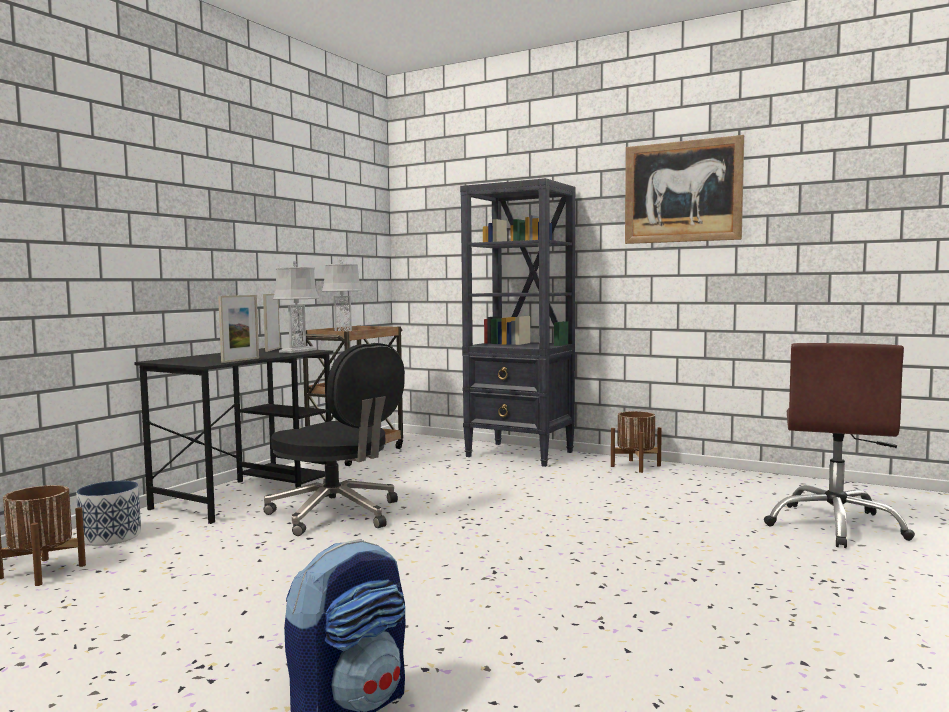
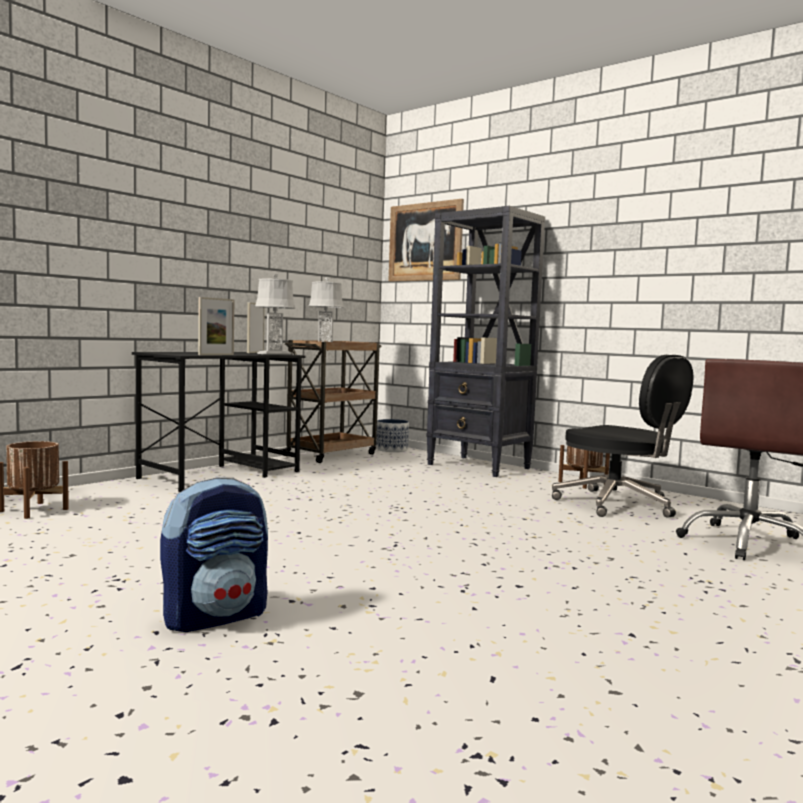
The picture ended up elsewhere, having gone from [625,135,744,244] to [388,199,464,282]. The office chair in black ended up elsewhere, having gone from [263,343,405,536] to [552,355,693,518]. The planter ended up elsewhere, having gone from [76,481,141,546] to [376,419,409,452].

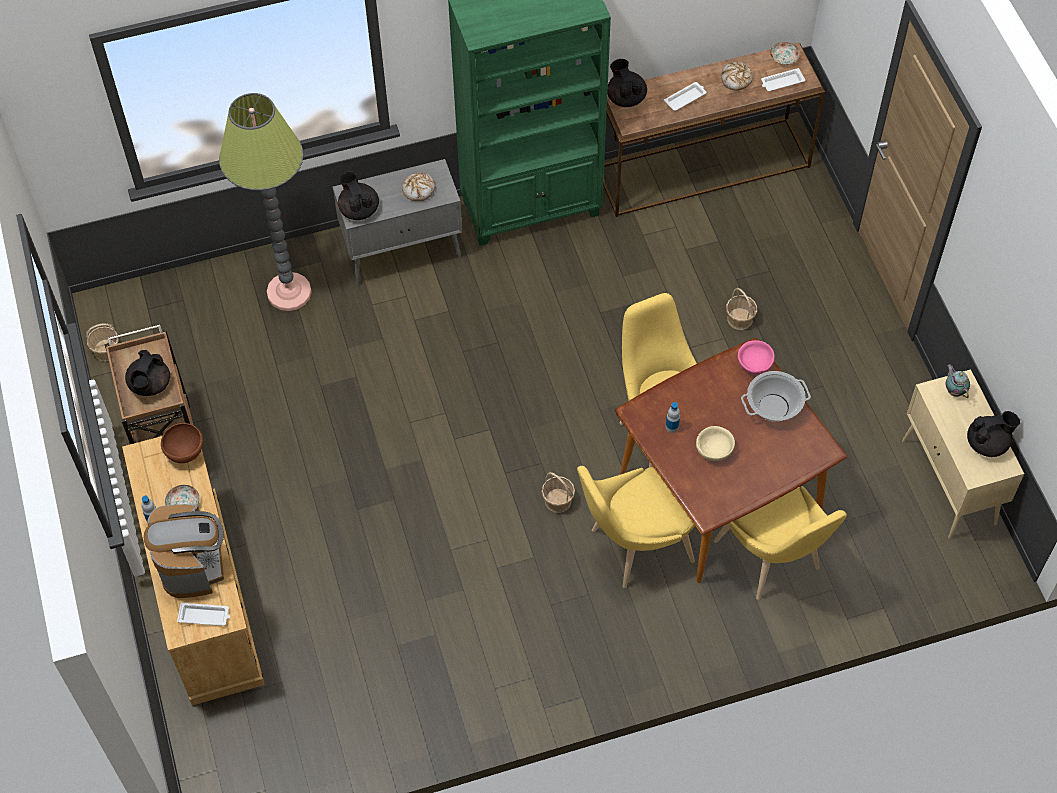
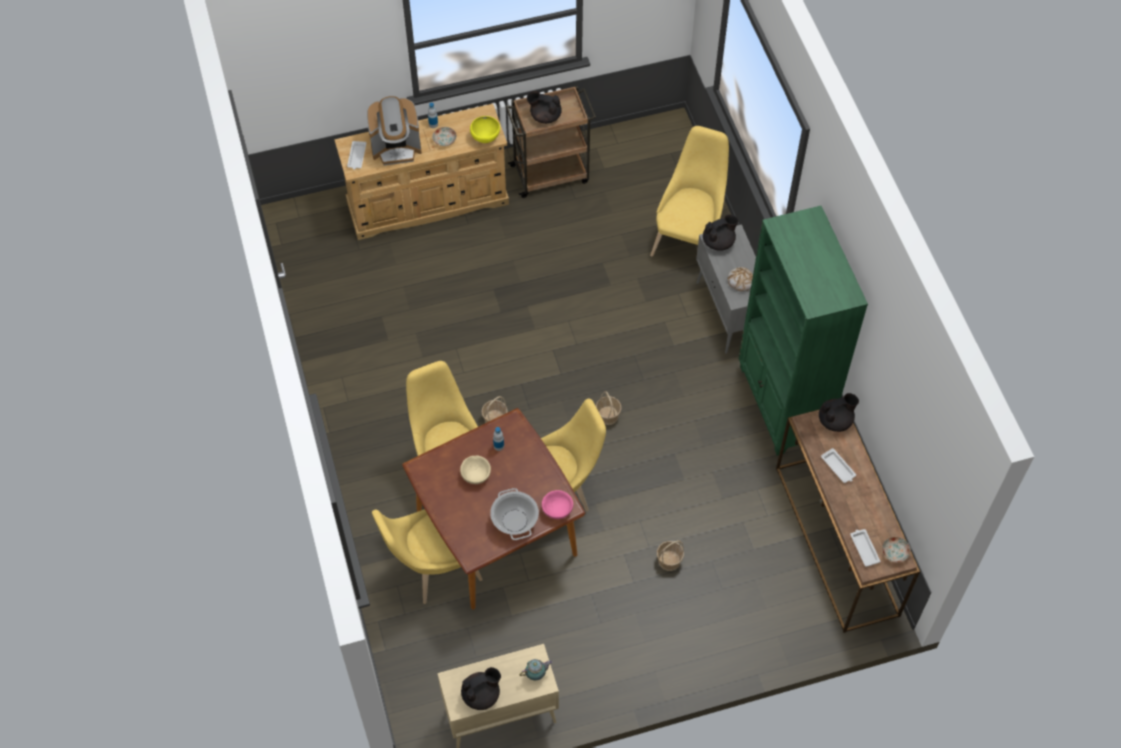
The second view lost the bread at [721,62,753,91]. Where the floor lamp stood at [219,93,312,311], the chair in yellow came to stand at [650,126,729,257]. The basket ended up elsewhere, having gone from [86,323,119,362] to [596,391,622,425]. The teapot in black at [967,411,1020,457] ended up facing another way, 105 degrees counterclockwise from before. What was the bowl in brown at [161,423,203,463] turned into the bowl in yellow at [470,116,500,143].

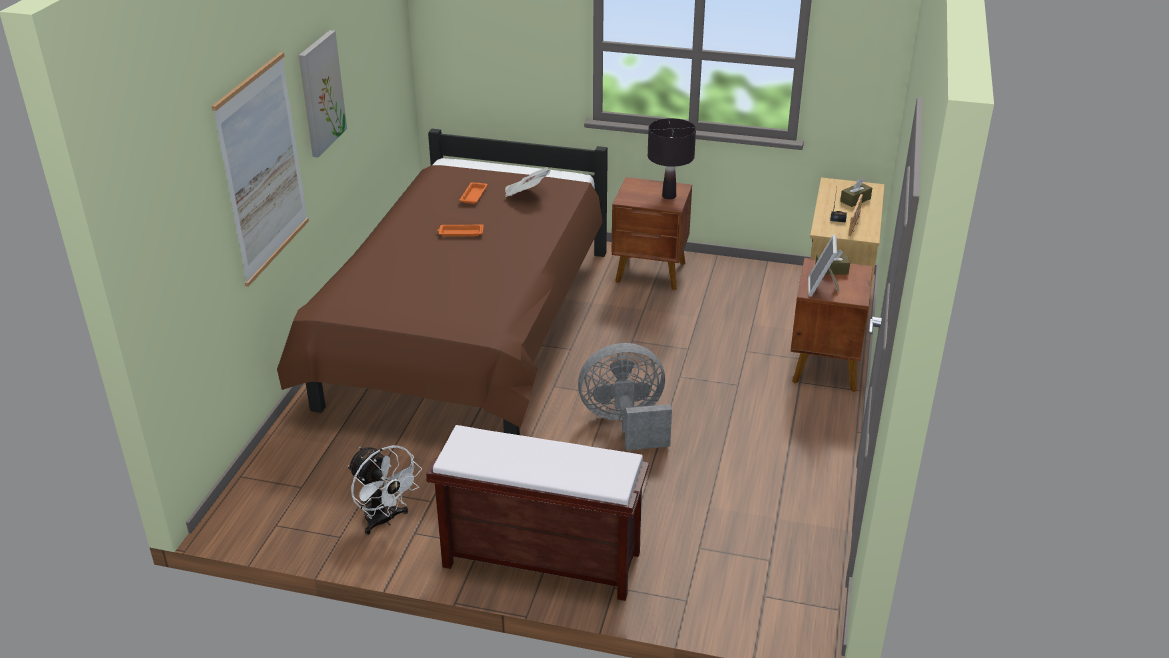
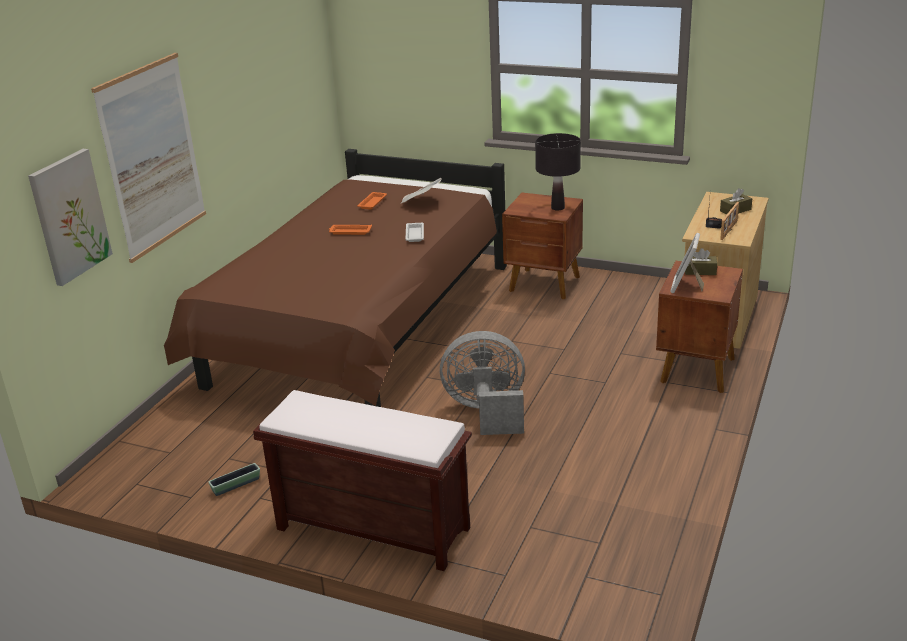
The picture ended up elsewhere, having gone from [299,30,347,158] to [28,149,113,286]. Where the fan in white stood at [348,445,422,535], the planter came to stand at [208,463,260,496]. The second view gained the tray in white at [406,223,424,242].

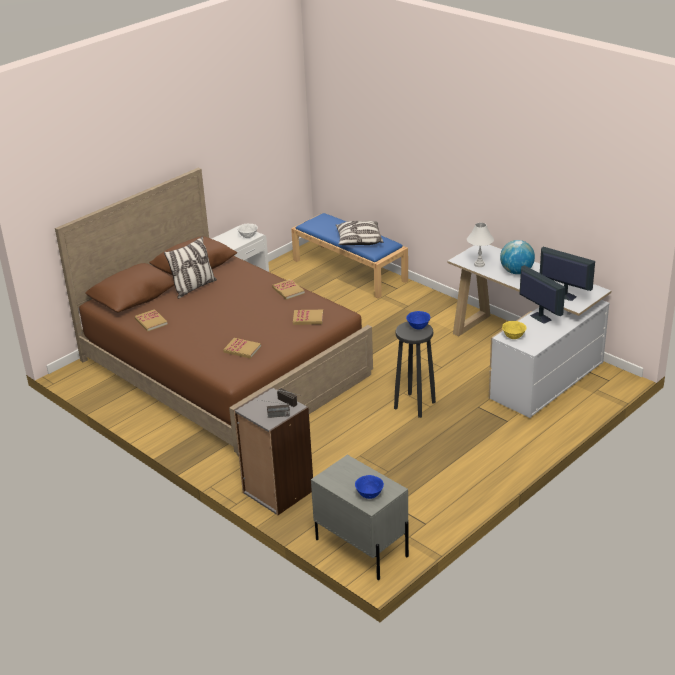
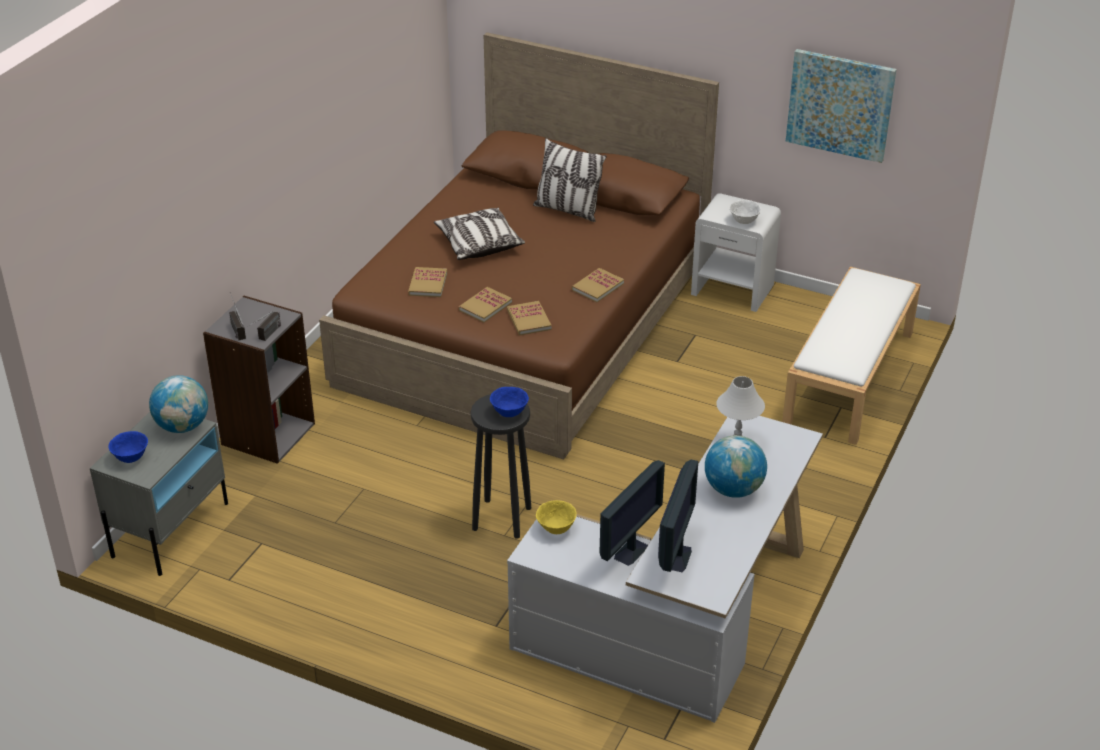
What was the bench in blue at [291,213,408,298] turned into the bench in white at [782,267,921,445]. The pillow ended up elsewhere, having gone from [336,221,383,245] to [434,207,525,260]. The book ended up elsewhere, having gone from [135,309,168,331] to [459,287,512,323]. The second view gained the picture at [786,49,896,163]. The second view gained the globe at [149,375,208,433].

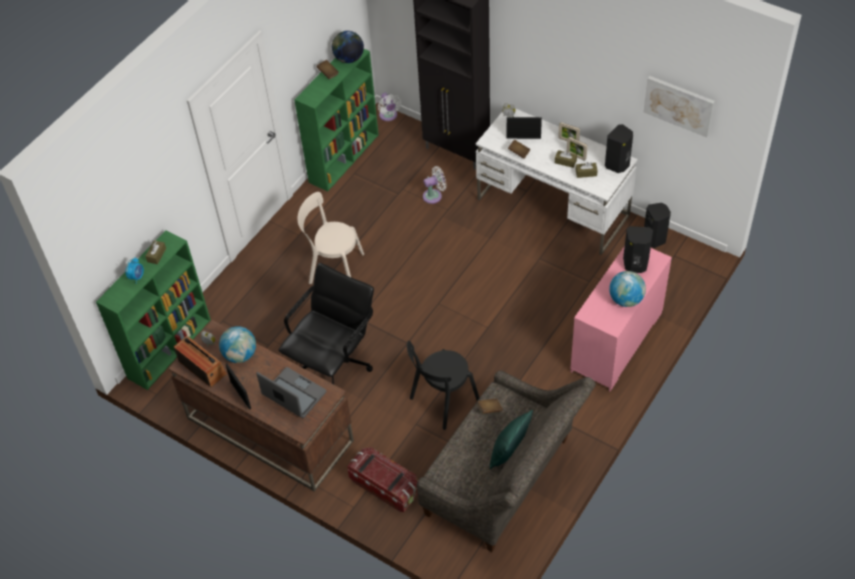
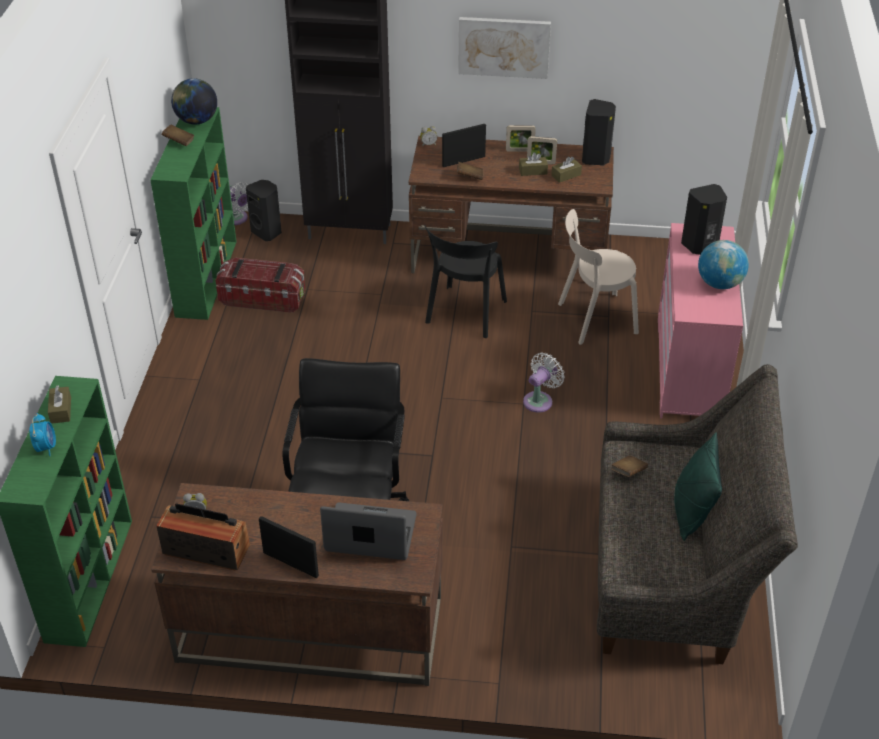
The picture ended up elsewhere, having gone from [643,76,715,138] to [458,17,551,79]. What was the desk in white at [476,108,638,255] turned into the desk in brown at [408,136,614,273]. The fan in white ended up elsewhere, having gone from [423,166,447,204] to [523,353,565,412]. The chair in beige ended up elsewhere, having gone from [298,192,364,284] to [558,209,639,345]. The speaker in black ended up elsewhere, having gone from [644,203,671,248] to [246,180,282,241]. The second view lost the globe at [219,326,256,363]. The chair in black ended up elsewhere, having gone from [407,341,479,430] to [424,225,507,338]. The storage box ended up elsewhere, having gone from [347,447,418,512] to [215,258,305,313].

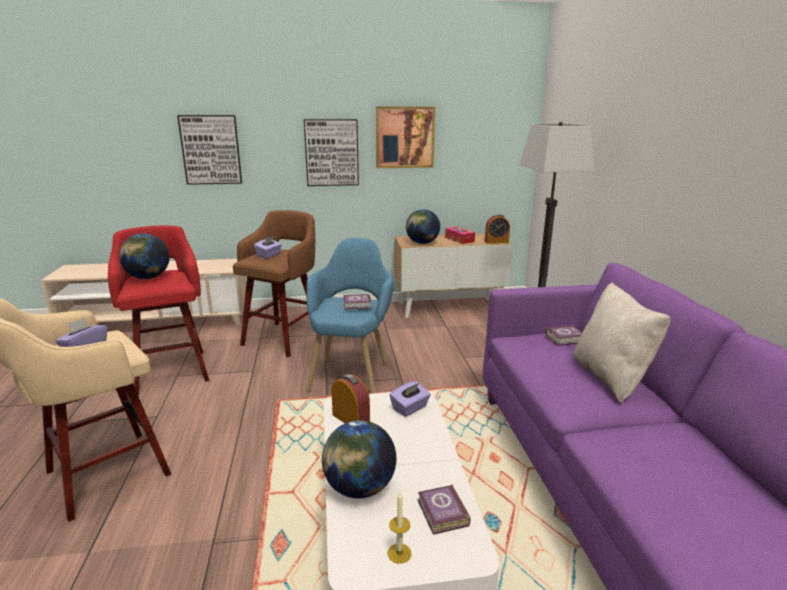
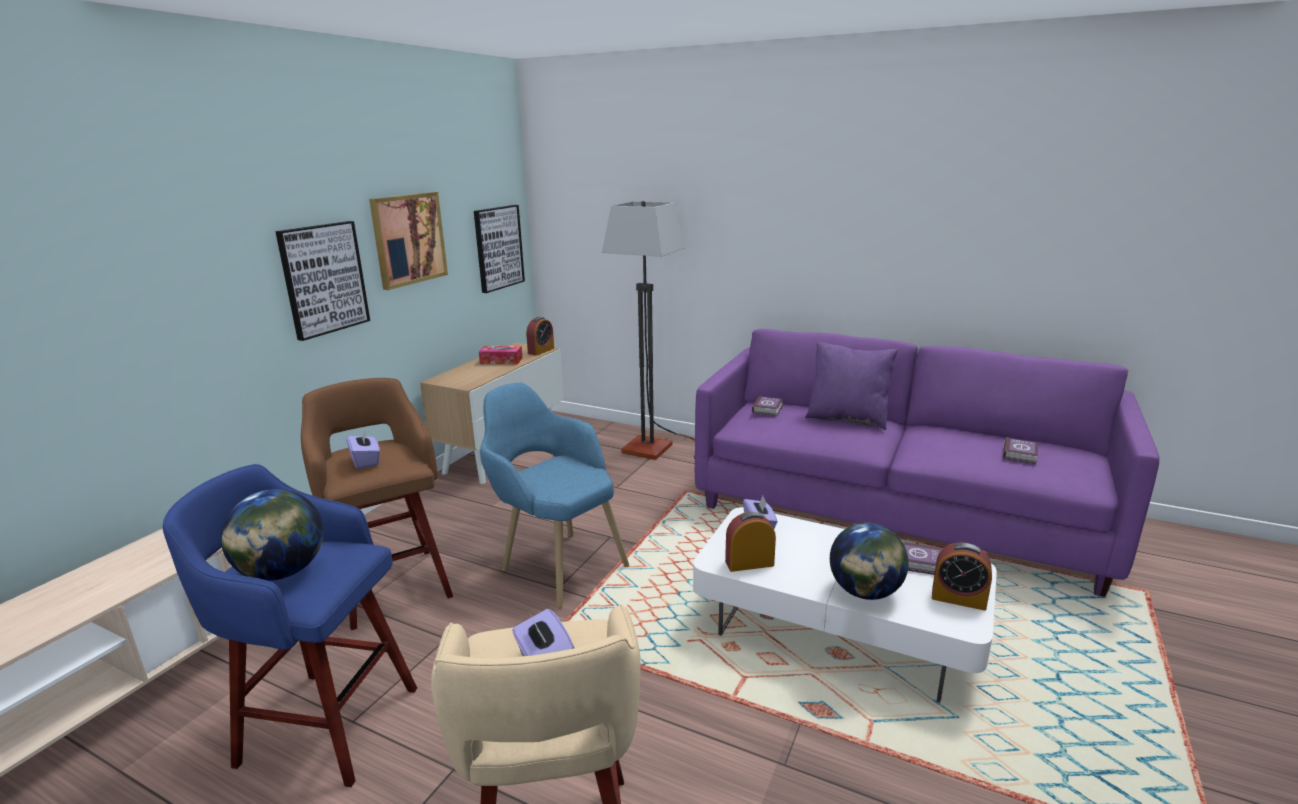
The picture ended up elsewhere, having gone from [177,115,242,185] to [474,205,525,293]. The second view lost the globe at [406,209,440,244]. What was the stool in red at [108,225,209,395] turned into the stool in blue at [163,464,417,787]. What was the pillow in beige at [573,283,671,403] turned into the pillow in purple at [805,341,898,430]. The book ended up elsewhere, having gone from [343,294,372,310] to [1003,437,1038,464]. Where the candle stood at [388,492,411,564], the alarm clock came to stand at [932,542,992,611].

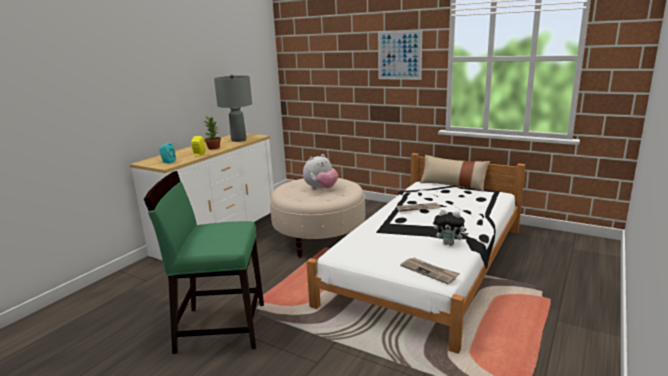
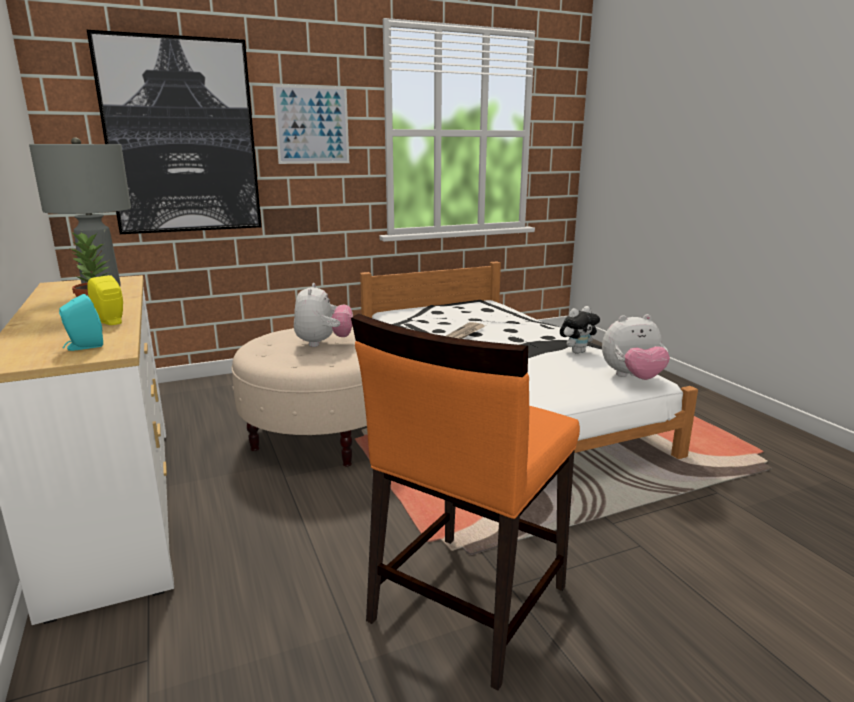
The second view lost the pillow in beige at [420,155,490,192]. What was the chair in green at [144,171,264,354] turned into the chair in orange at [351,314,580,690]. Where the newspaper stood at [400,258,460,284], the plush toy came to stand at [602,314,670,380]. The second view gained the picture at [87,30,261,234].

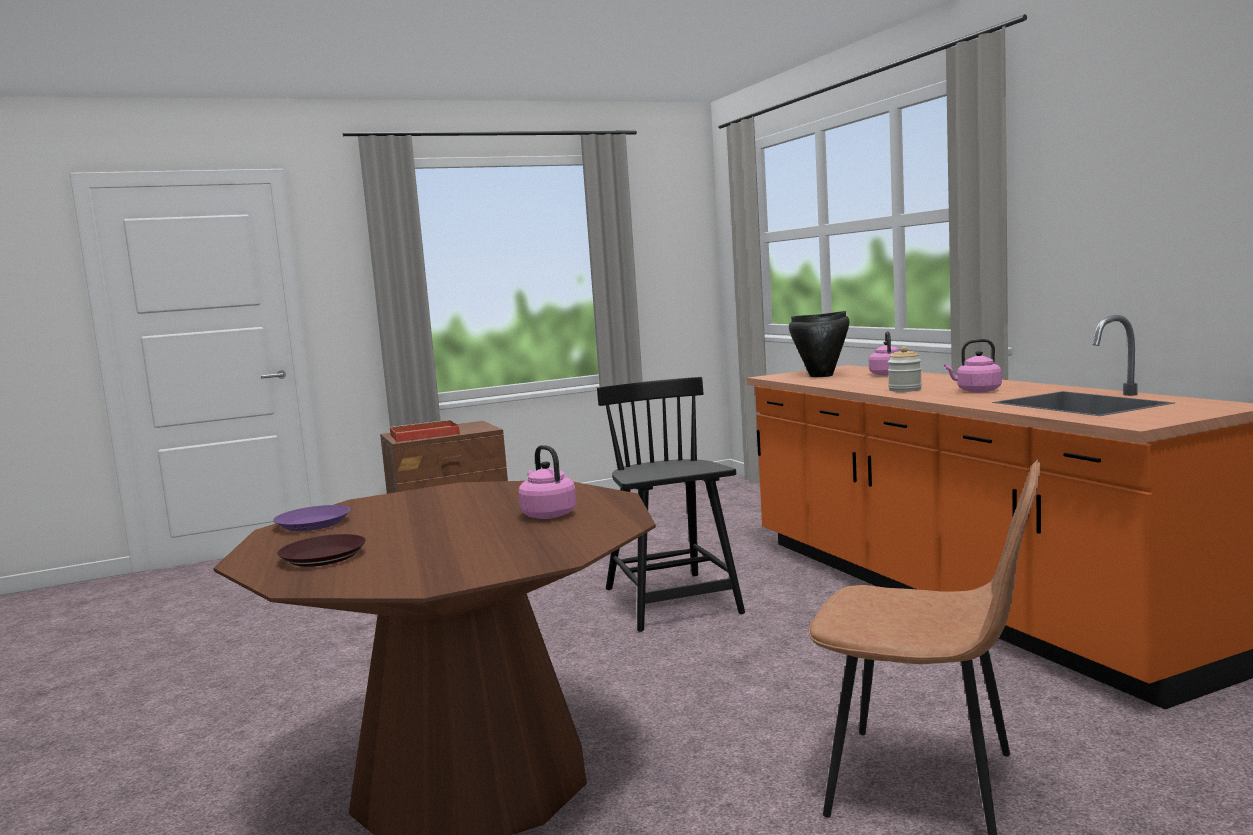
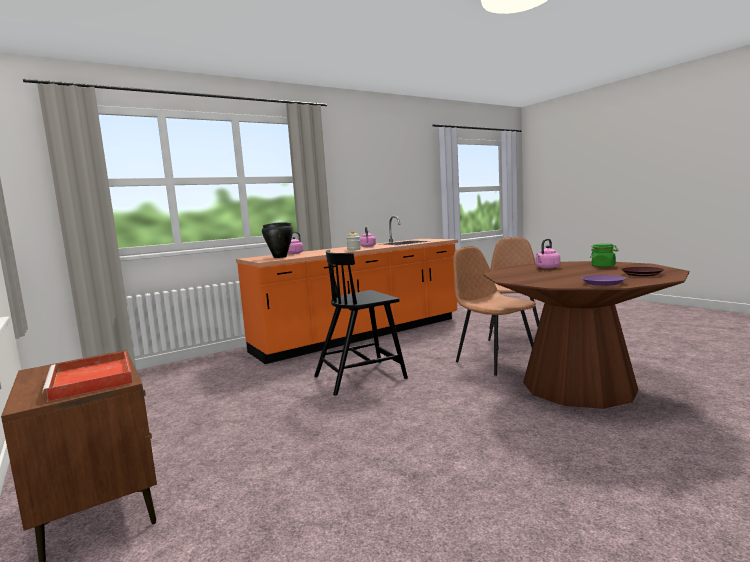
The second view gained the jar in green at [590,243,618,267]. The second view gained the chair in brown at [453,246,536,376].

